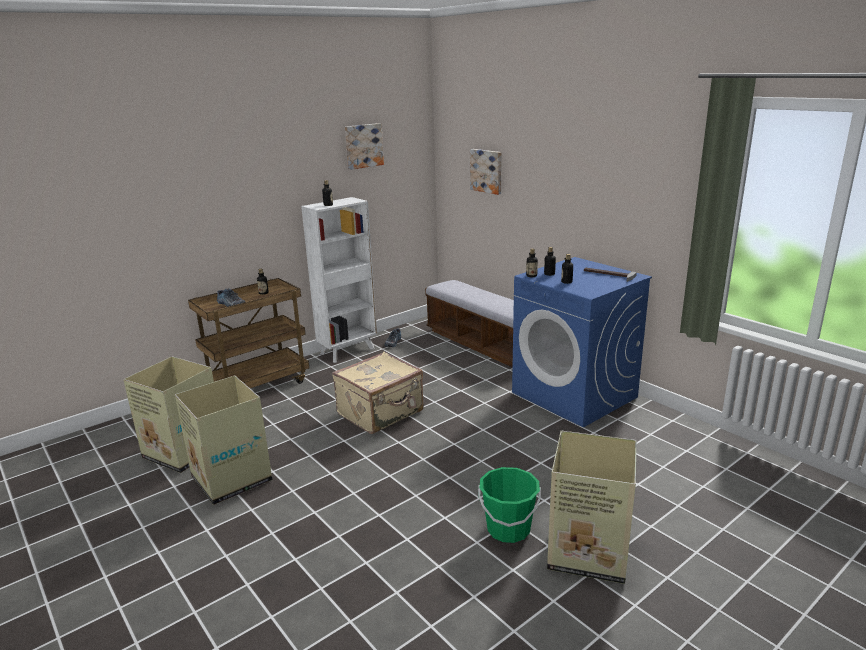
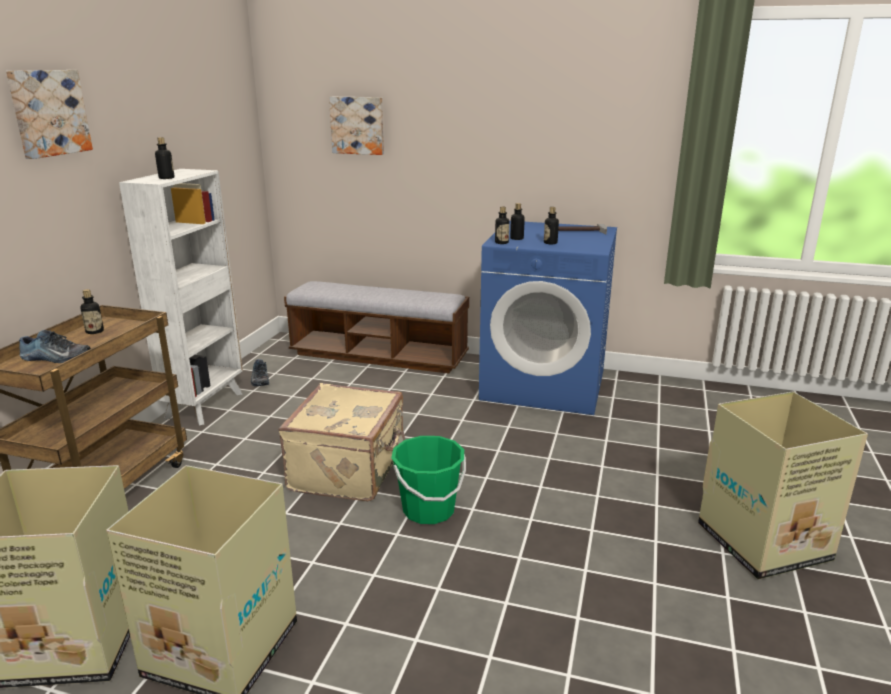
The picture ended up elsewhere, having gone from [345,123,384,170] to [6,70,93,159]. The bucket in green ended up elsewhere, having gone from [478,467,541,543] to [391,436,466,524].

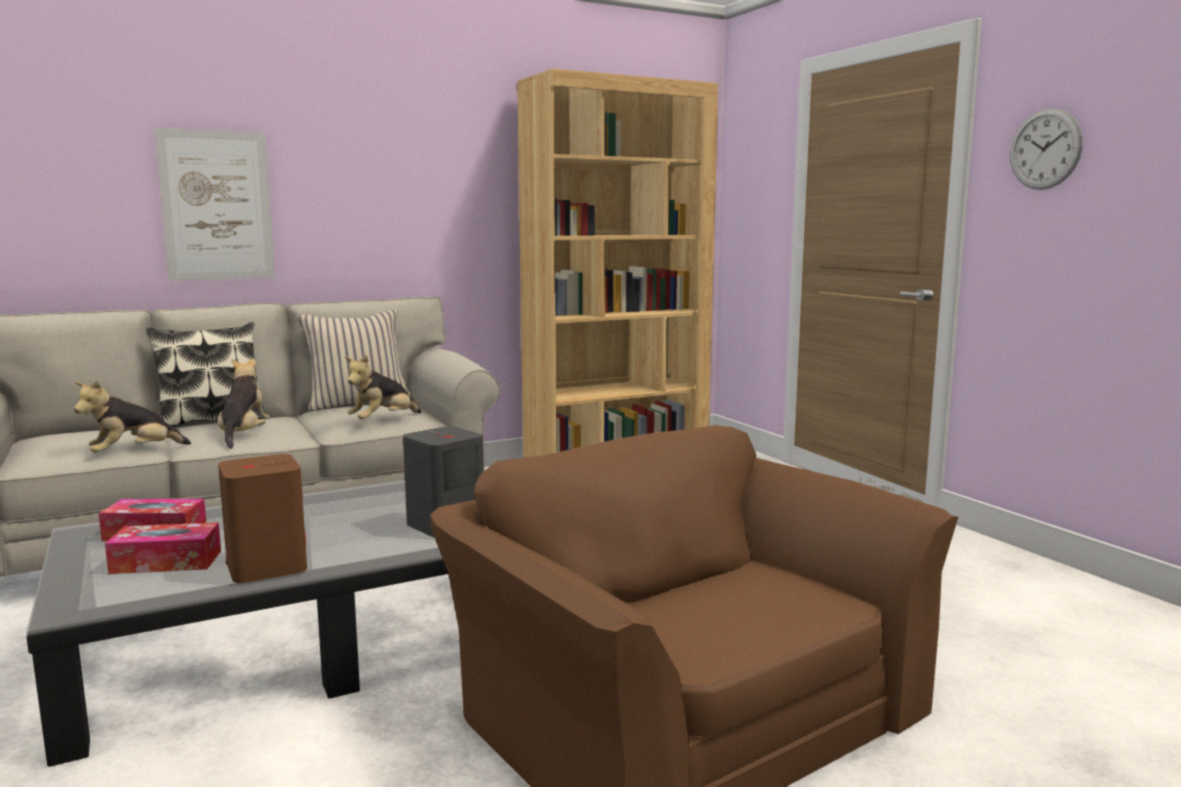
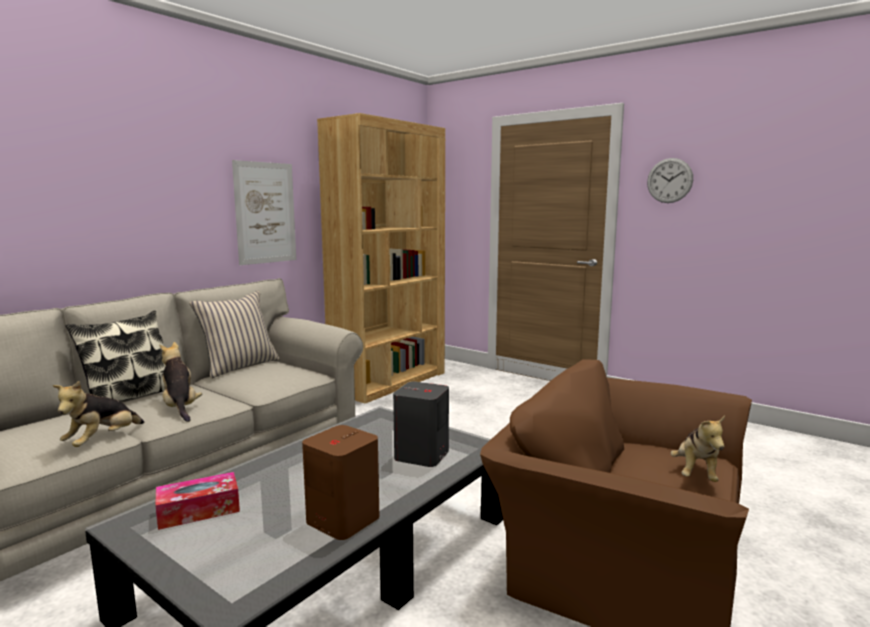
The picture ended up elsewhere, having gone from [154,128,275,281] to [232,160,296,265]. The plush toy ended up elsewhere, having gone from [345,355,421,419] to [671,416,725,482]. The second view lost the tissue box at [105,522,221,574].

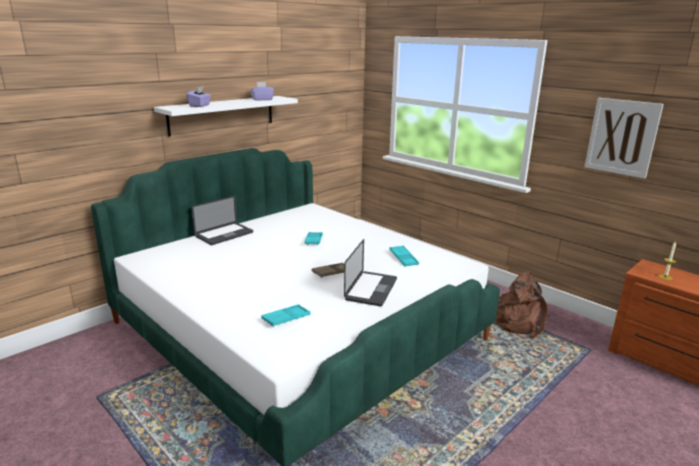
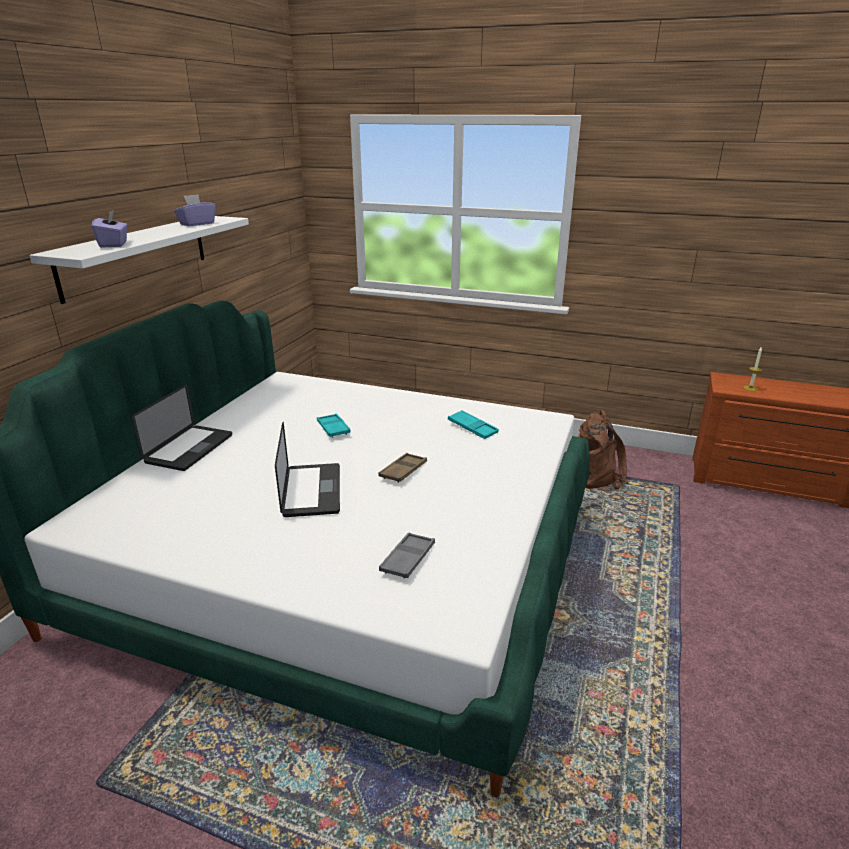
The second view lost the picture at [584,98,663,179]. The laptop ended up elsewhere, having gone from [344,239,397,306] to [275,422,340,517]. What was the tray in turquoise at [261,304,311,327] turned into the tray in grey at [379,532,435,579].

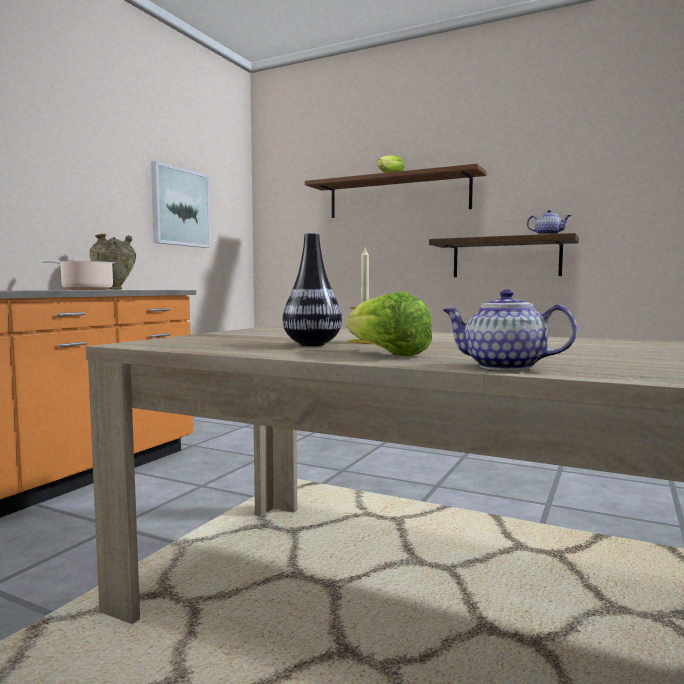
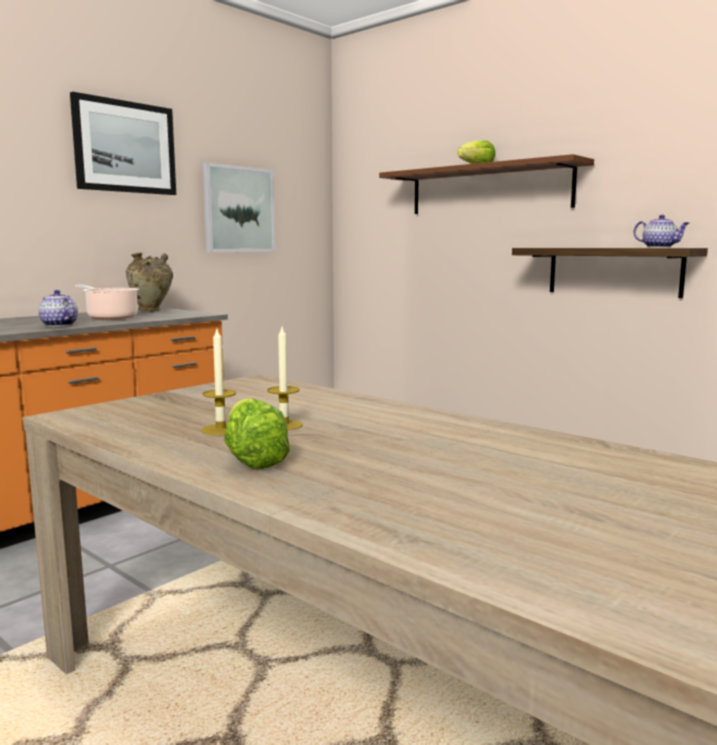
Where the vase stood at [282,233,342,346], the candle came to stand at [201,329,236,435]. The teapot ended up elsewhere, having gone from [443,289,577,371] to [38,290,78,327]. The second view gained the picture at [70,92,176,195].

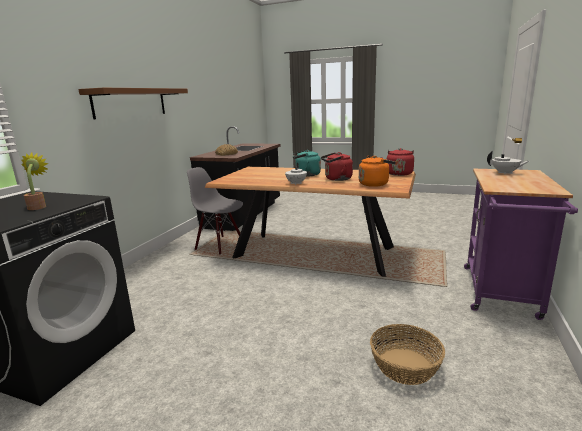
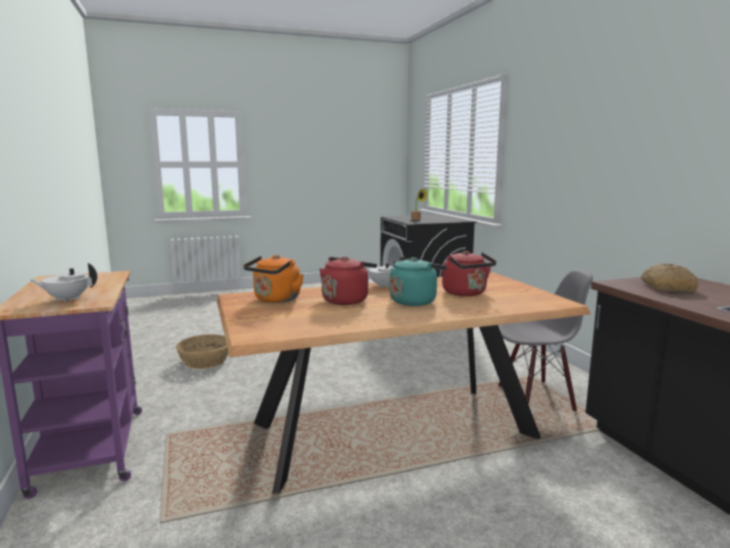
The second view lost the shelf in brown at [78,88,188,119]. The kettle in red ended up elsewhere, having gone from [380,148,414,176] to [442,251,496,296].

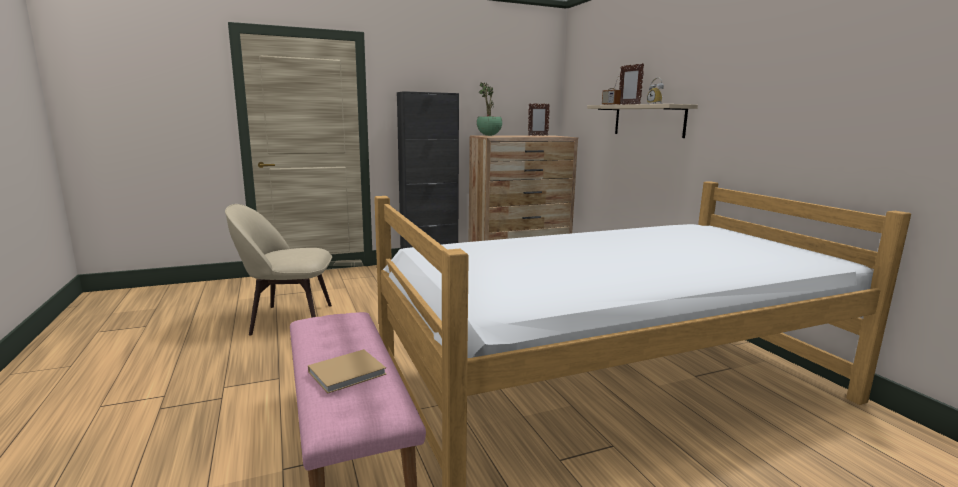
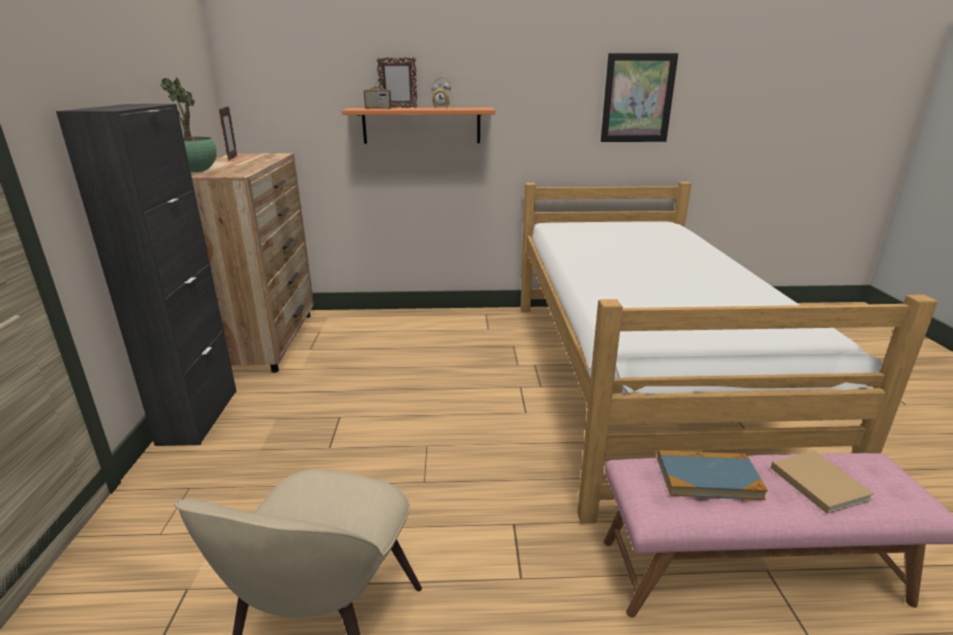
What was the shelf in beige at [587,104,698,138] turned into the shelf in orange at [342,108,495,144]. The second view gained the picture at [601,53,678,142]. The second view gained the book at [657,450,768,500].

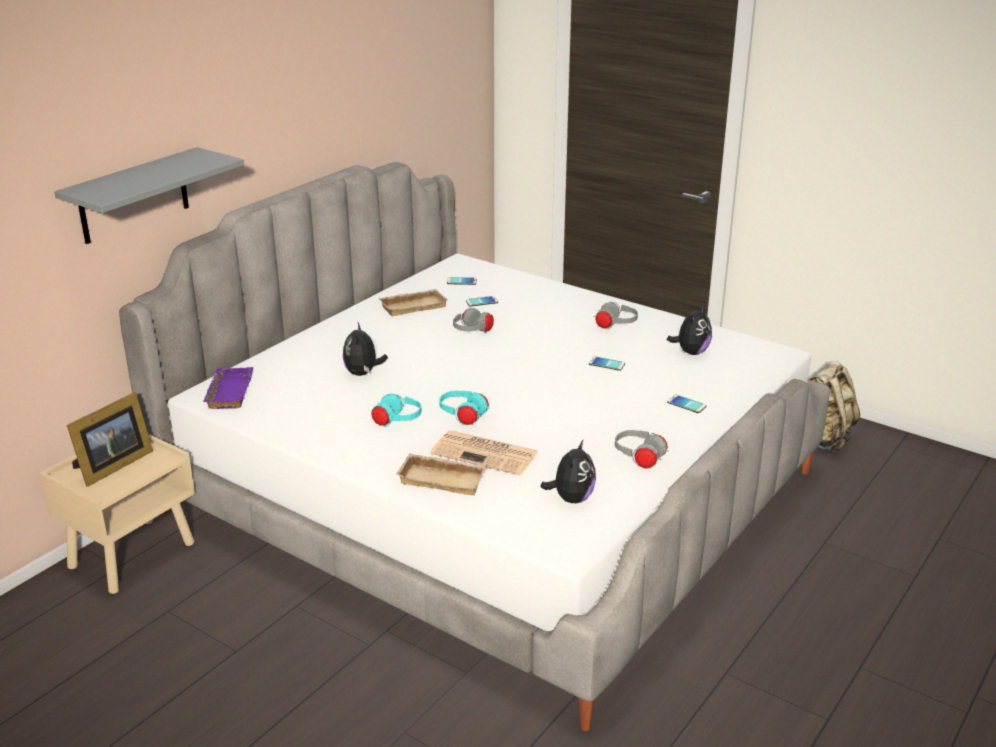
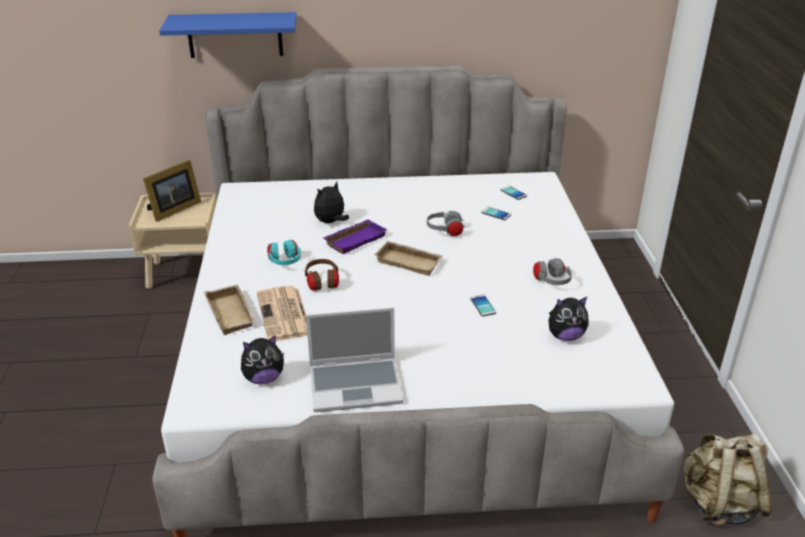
What was the shelf in grey at [54,147,244,244] turned into the shelf in blue at [159,12,297,58]. The tray in beige ended up elsewhere, having gone from [378,289,448,316] to [374,241,443,276]. The tray in purple ended up elsewhere, having gone from [203,367,254,409] to [324,219,388,254]. What was the headphones in turquoise at [439,391,489,425] turned into the headphones in brown at [305,259,339,291]. The picture frame at [67,392,153,487] ended up facing another way, 45 degrees counterclockwise from before. The second view lost the phone at [667,395,707,413]. Where the headphones in grey stood at [615,430,669,468], the laptop came to stand at [306,307,404,412].

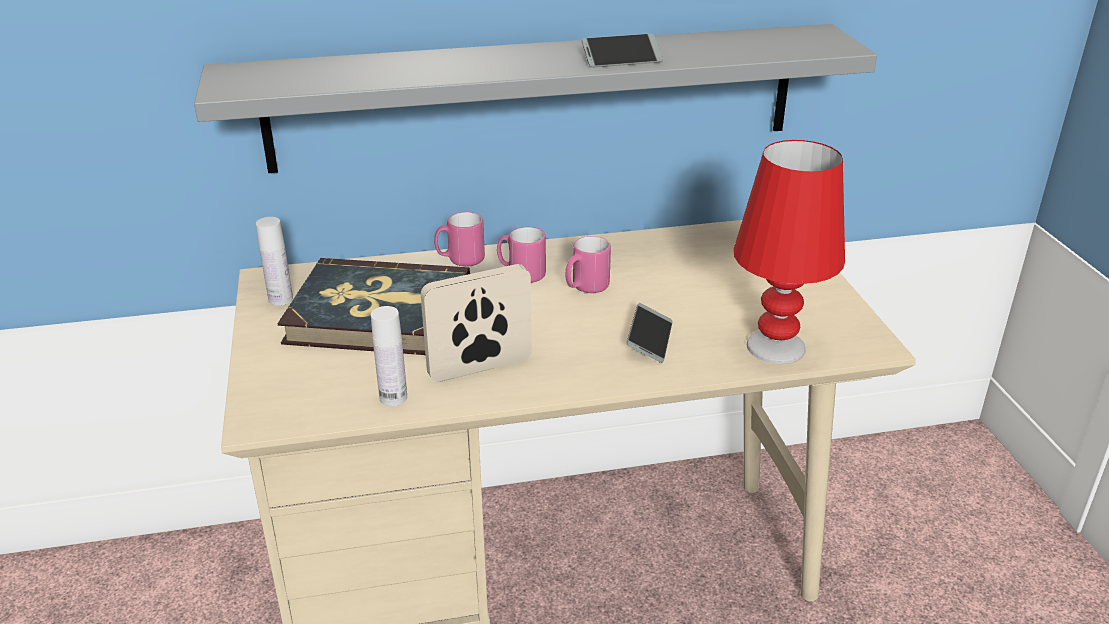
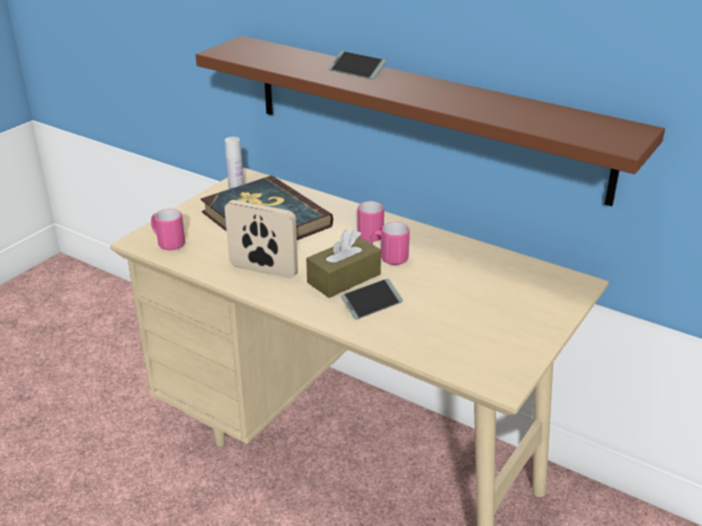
What was the shelf in grey at [194,24,877,173] turned into the shelf in brown at [196,36,665,206]. The phone ended up elsewhere, having gone from [582,34,663,68] to [329,51,386,80]. The second view lost the table lamp in red at [733,140,845,364]. The mug in pink ended up elsewhere, having gone from [434,212,485,267] to [151,209,185,250]. The second view lost the bottle in white at [371,306,407,406]. The second view gained the tissue box in brown at [306,229,381,298].

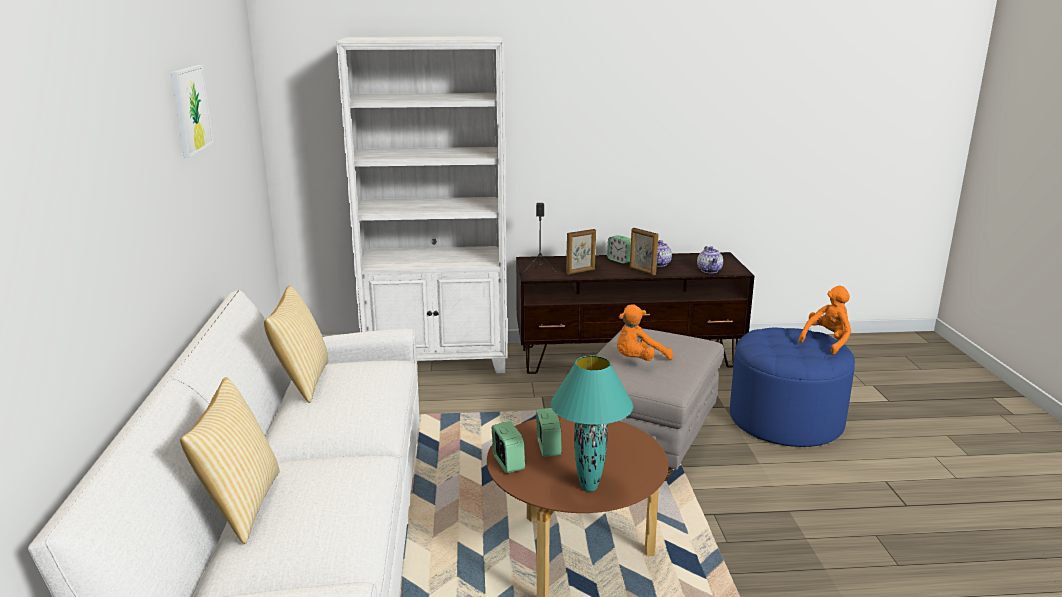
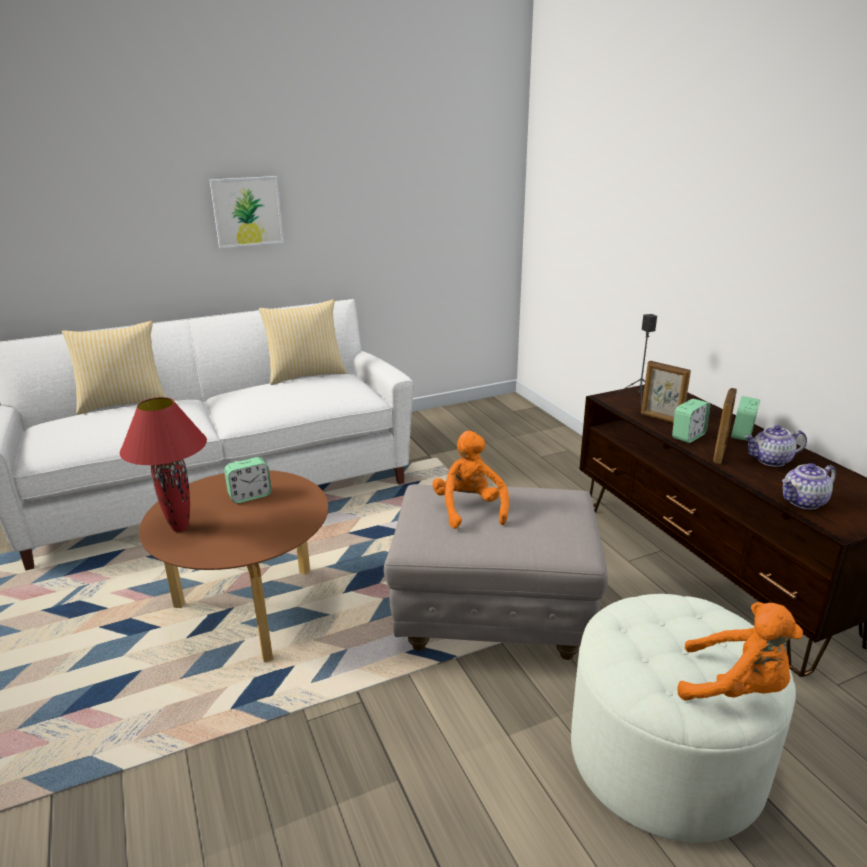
The second view lost the bookcase in white at [336,36,507,374]. The picture ended up elsewhere, having gone from [171,65,213,158] to [210,176,284,248]. The plush toy in orange at [617,304,673,361] ended up facing another way, 45 degrees clockwise from before. What was the ottoman in blue at [730,328,855,447] turned into the ottoman in white at [571,594,796,843]. What was the table lamp in turquoise at [550,356,633,492] turned into the table lamp in red at [120,397,207,532]. The alarm clock ended up elsewhere, having gone from [492,421,525,473] to [672,399,710,443].

